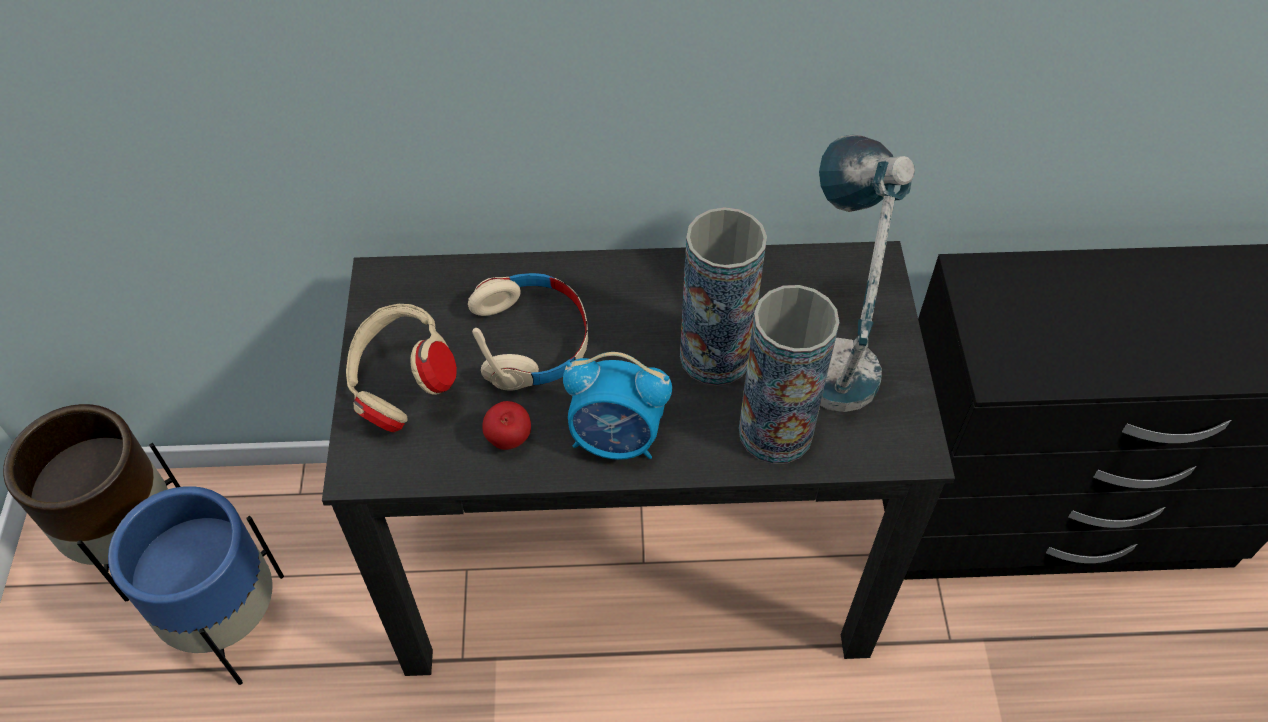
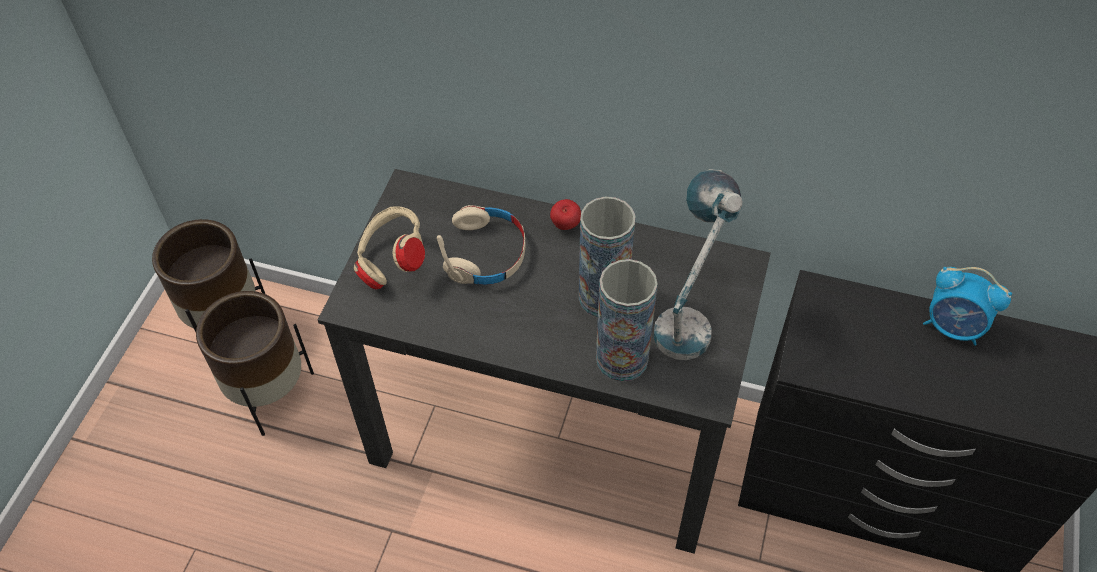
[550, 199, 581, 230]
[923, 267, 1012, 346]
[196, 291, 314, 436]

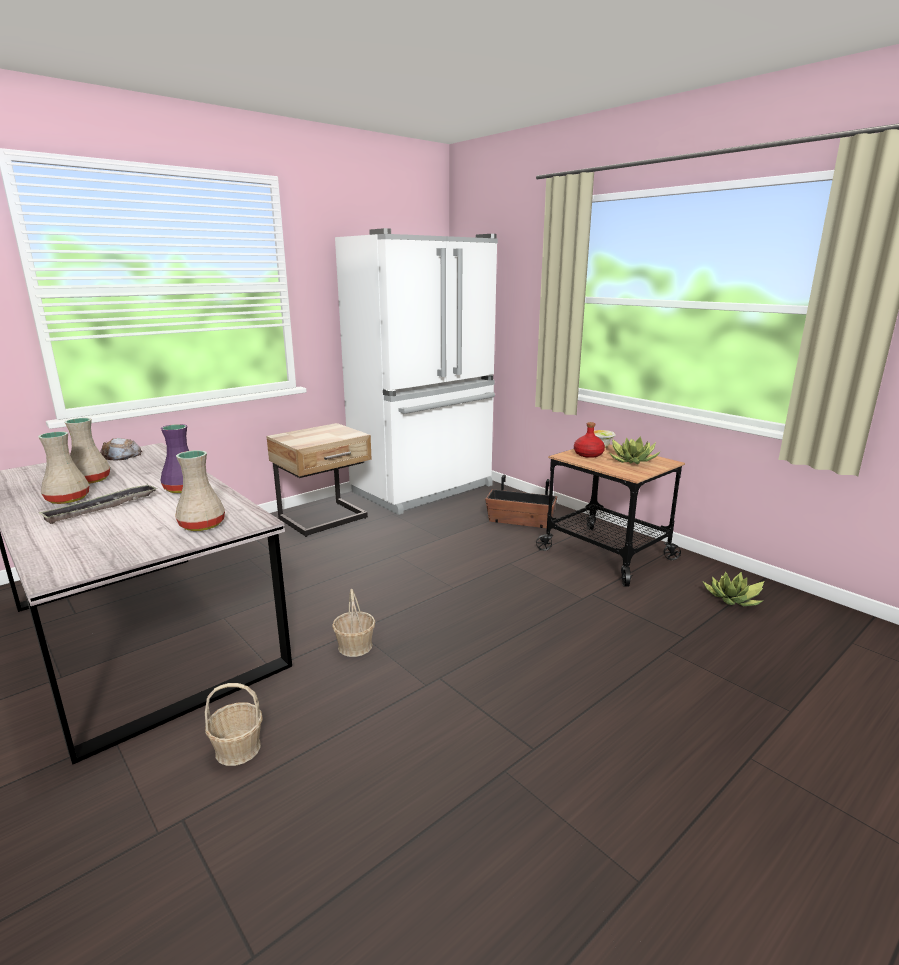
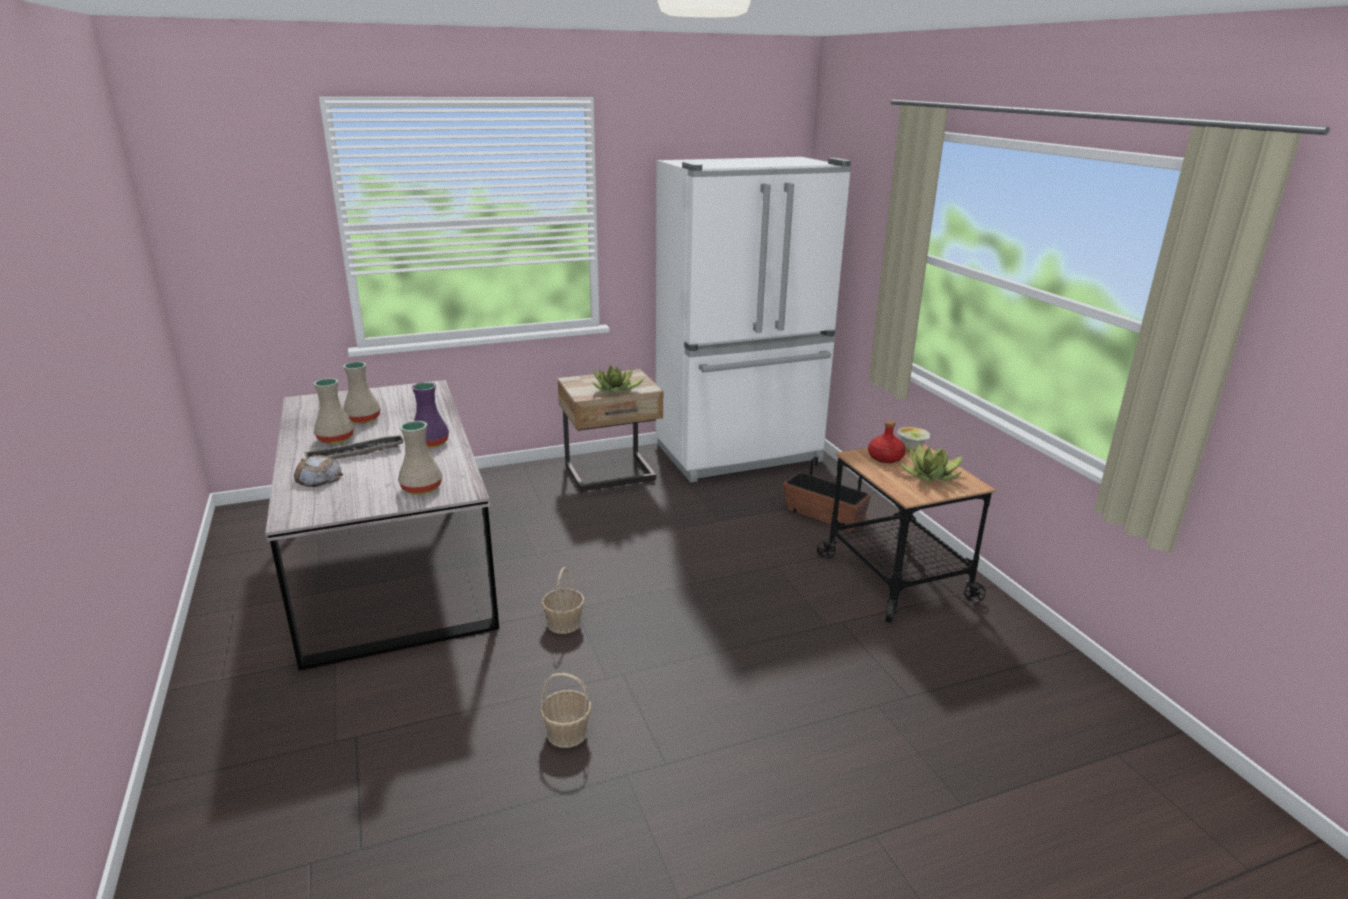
[294, 455, 343, 487]
[540, 673, 592, 748]
[593, 365, 644, 394]

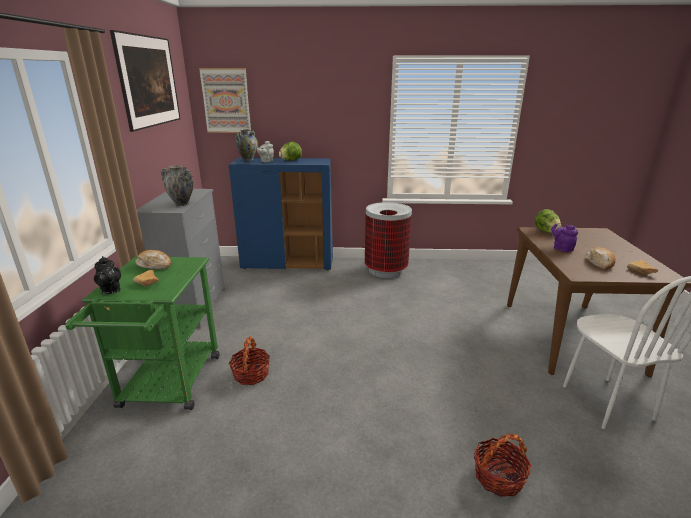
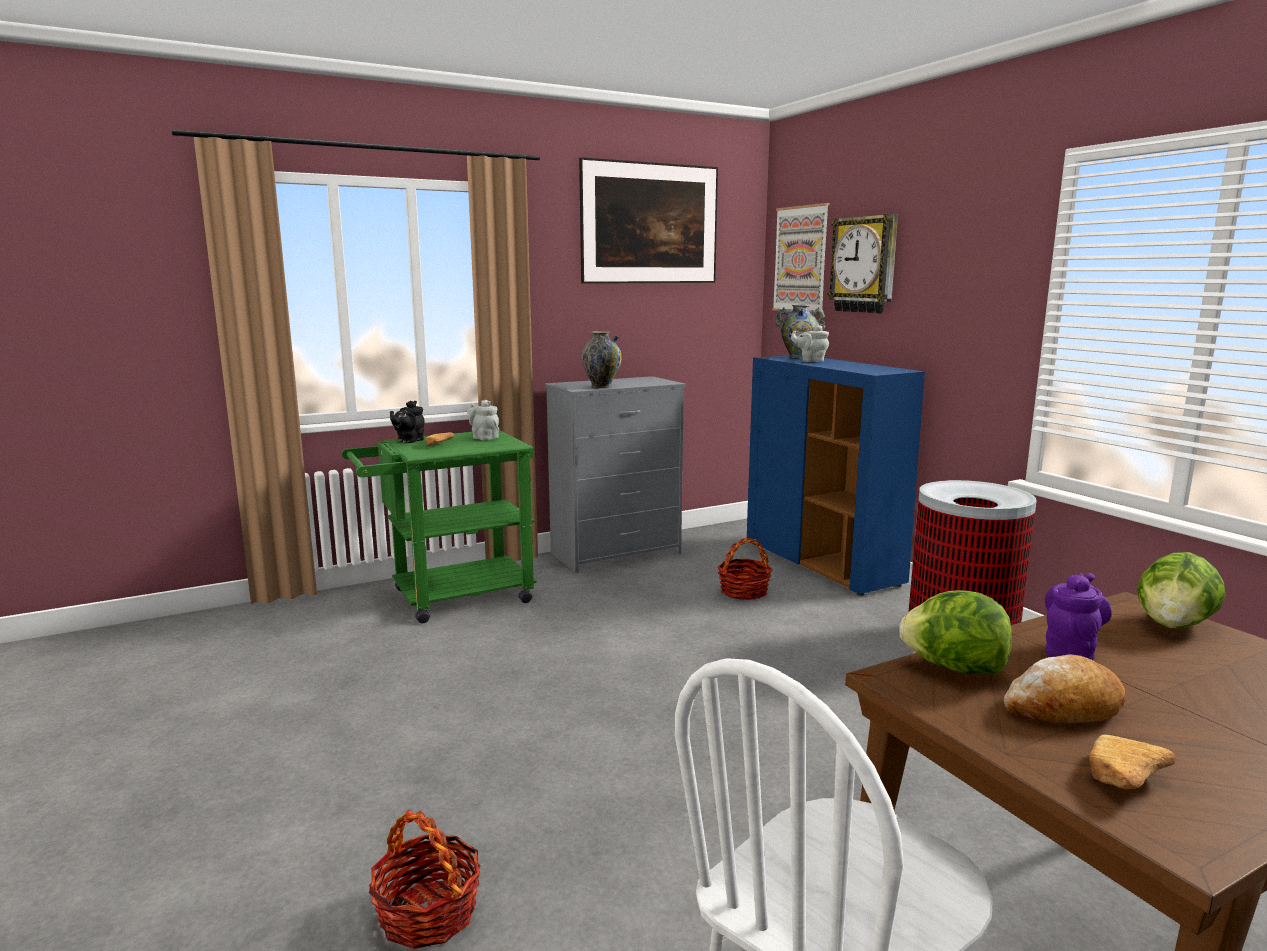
[827, 214, 898, 313]
[717, 538, 772, 600]
[899, 590, 1012, 675]
[467, 400, 499, 440]

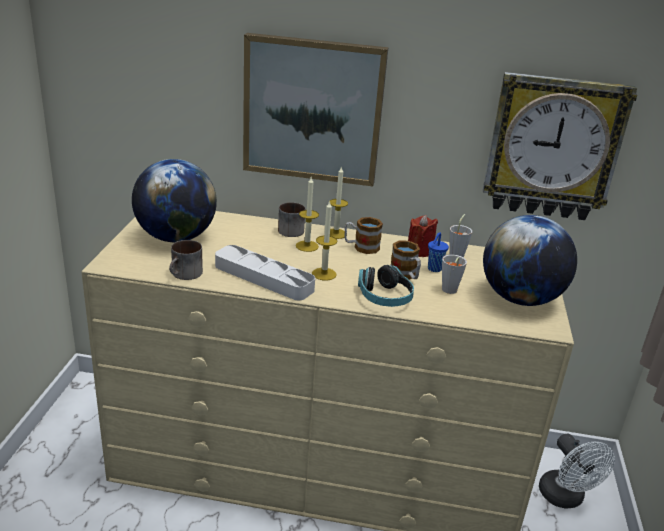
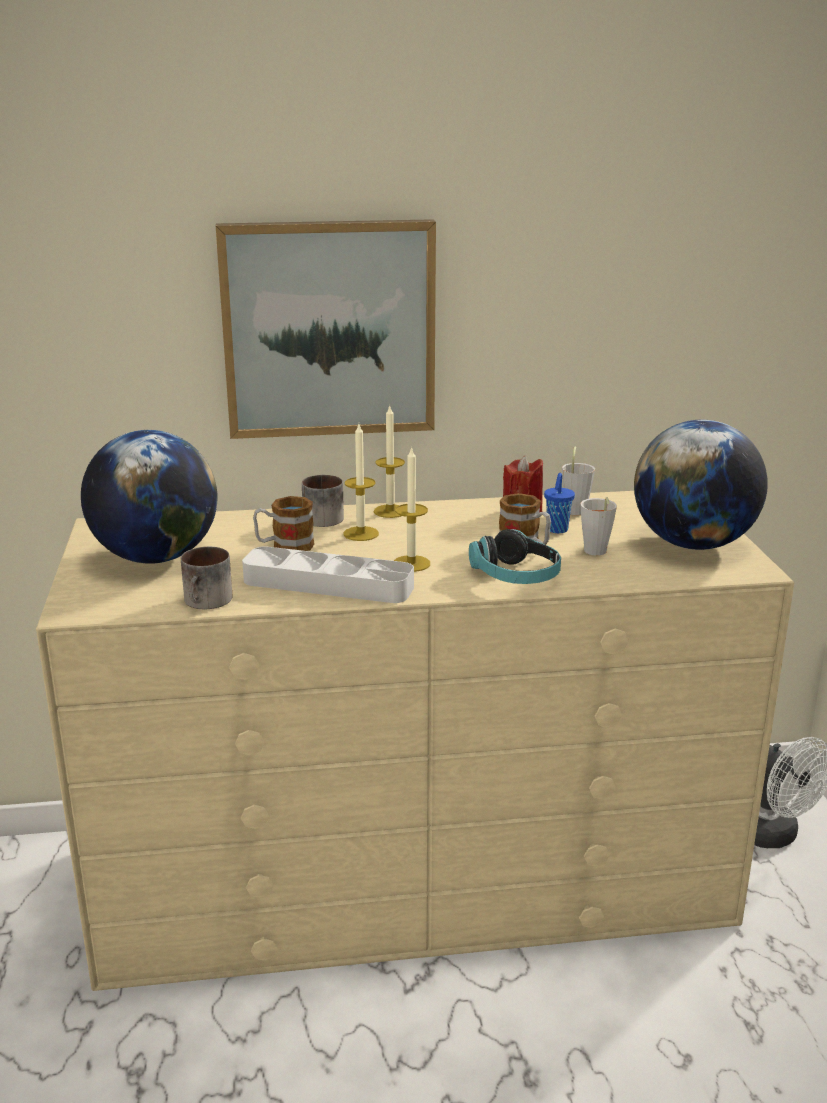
[483, 72, 637, 220] (first image)
[253, 496, 315, 551]

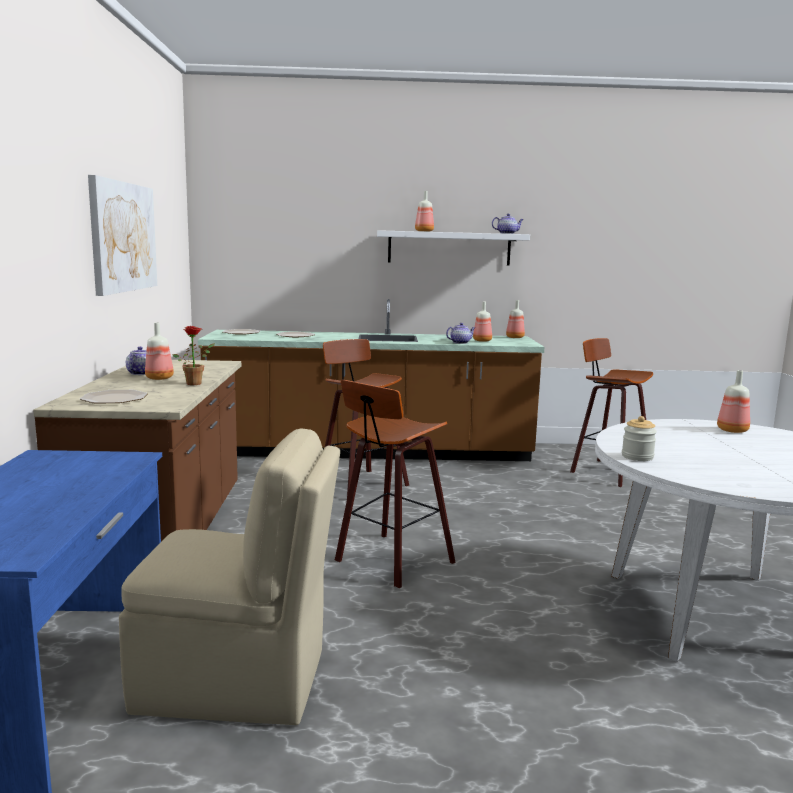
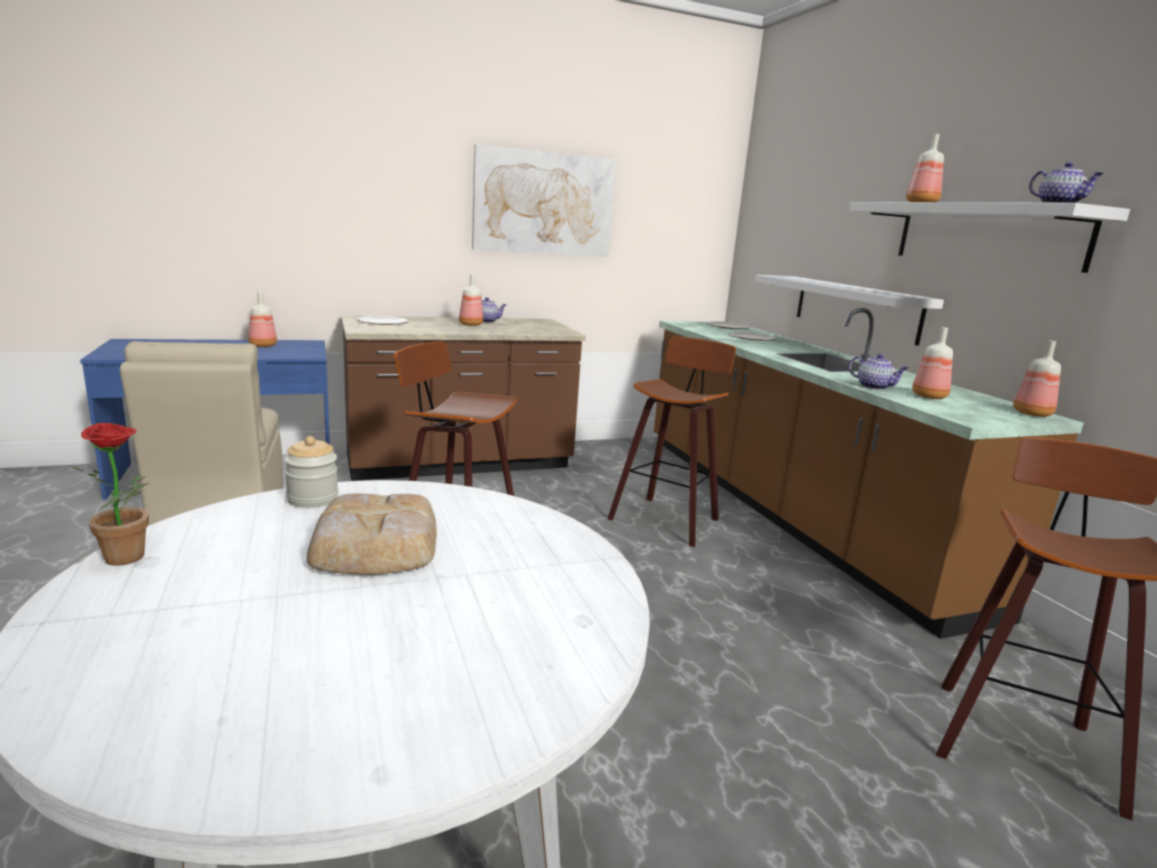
[307, 494, 437, 575]
[755, 275, 944, 346]
[71, 423, 149, 566]
[249, 292, 277, 347]

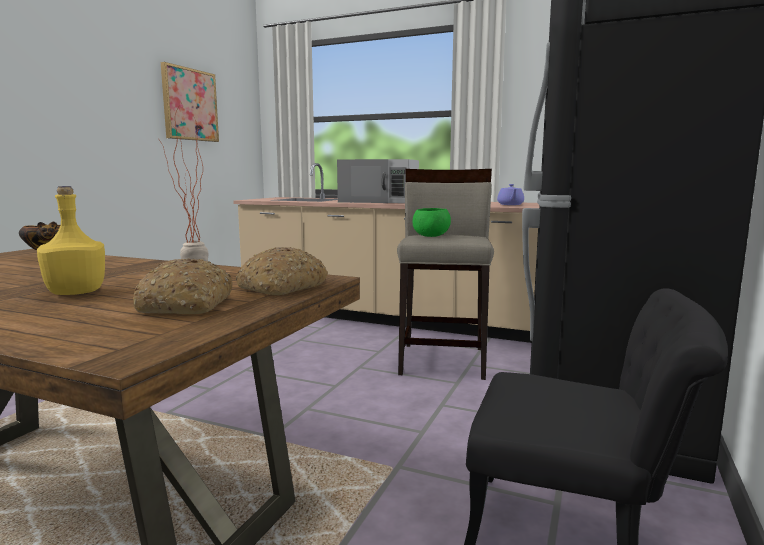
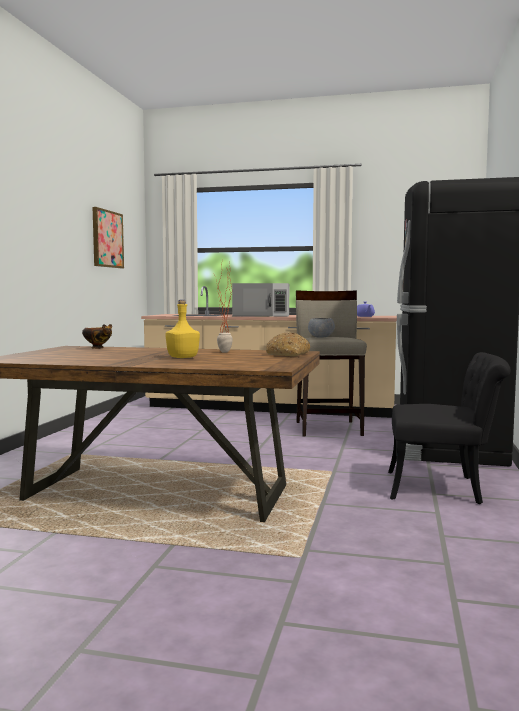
[133, 258, 233, 314] (first image)
[308, 318, 335, 338]

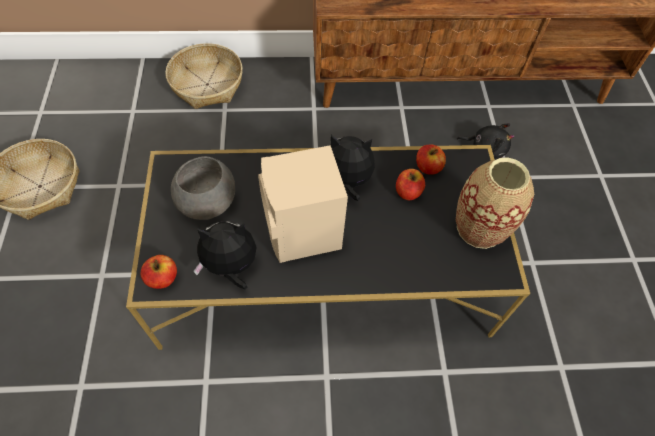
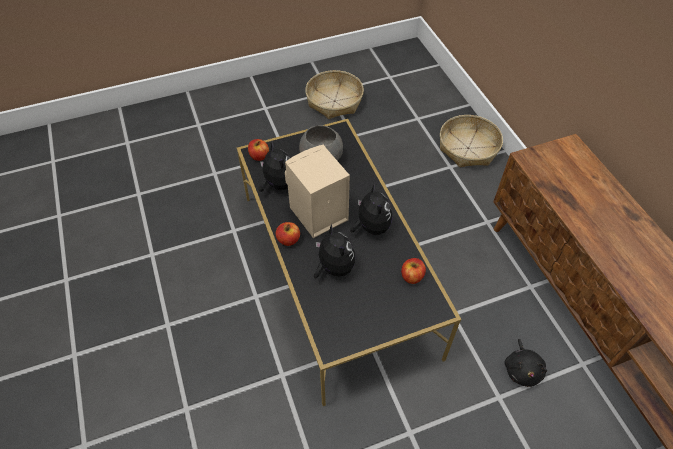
[456, 157, 534, 249] (first image)
[314, 224, 355, 279]
[276, 222, 300, 246]

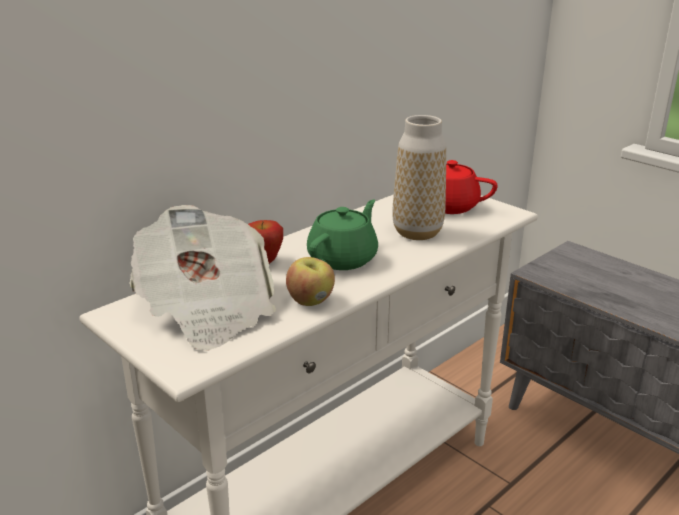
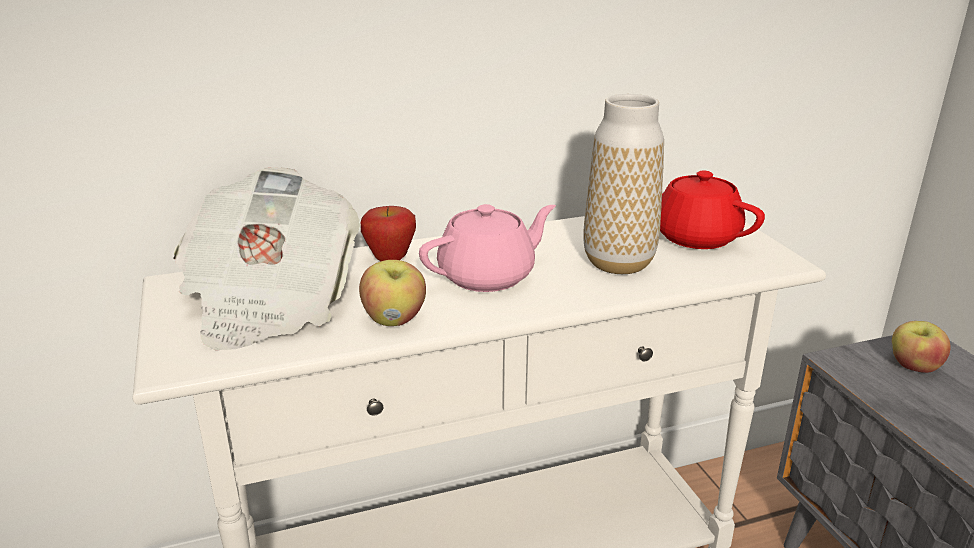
[892, 321, 951, 373]
[419, 204, 556, 292]

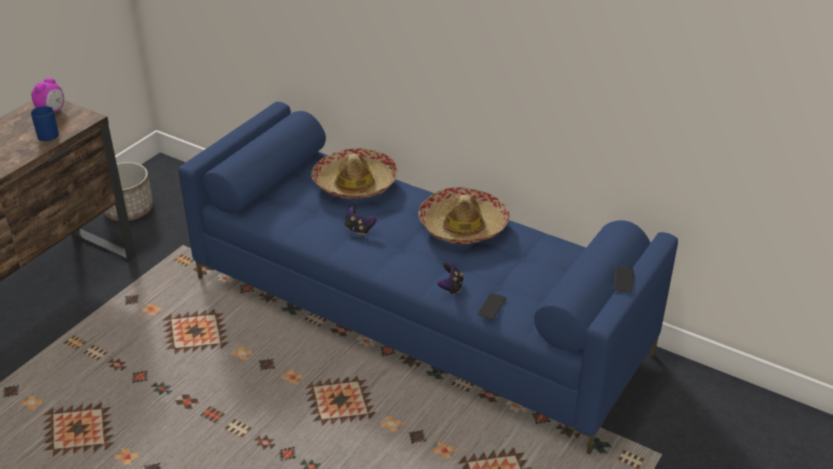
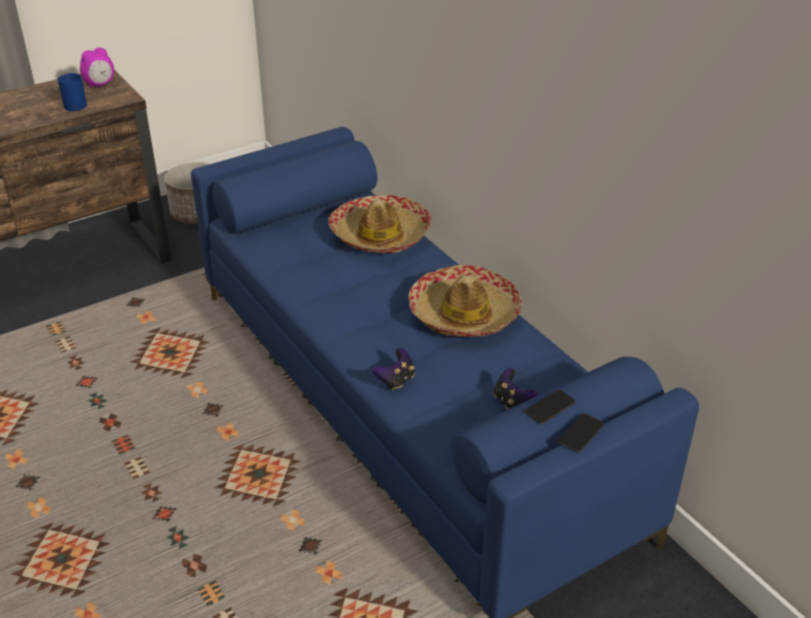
[494, 368, 537, 409]
[525, 390, 576, 424]

